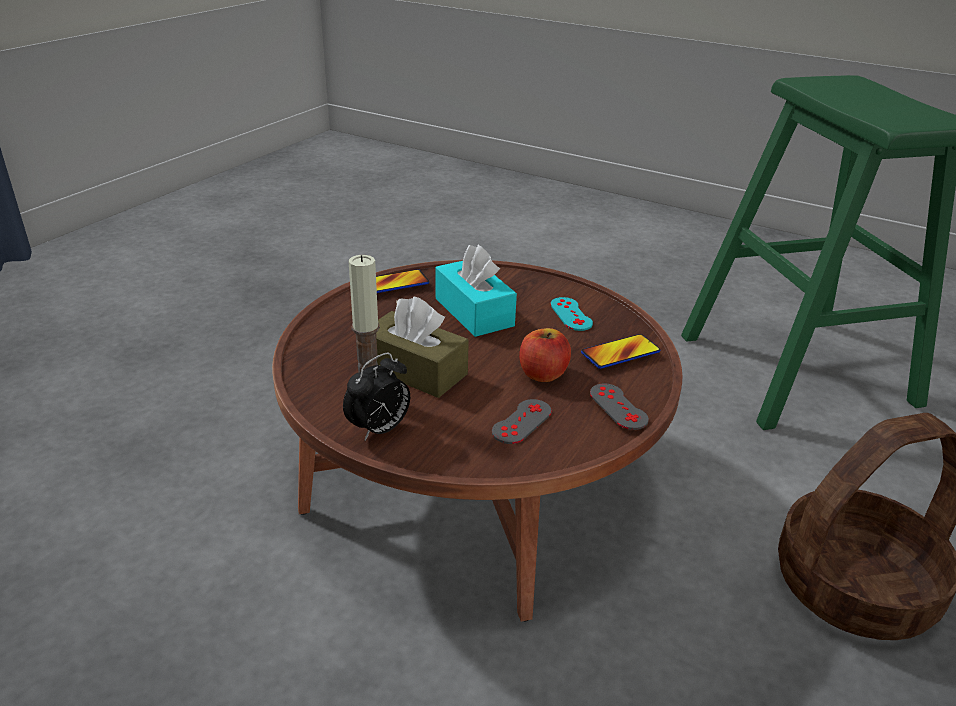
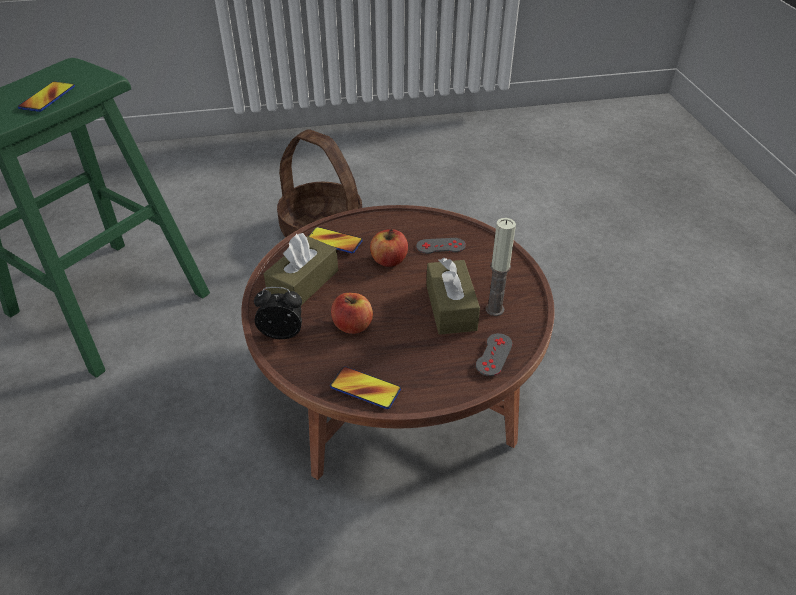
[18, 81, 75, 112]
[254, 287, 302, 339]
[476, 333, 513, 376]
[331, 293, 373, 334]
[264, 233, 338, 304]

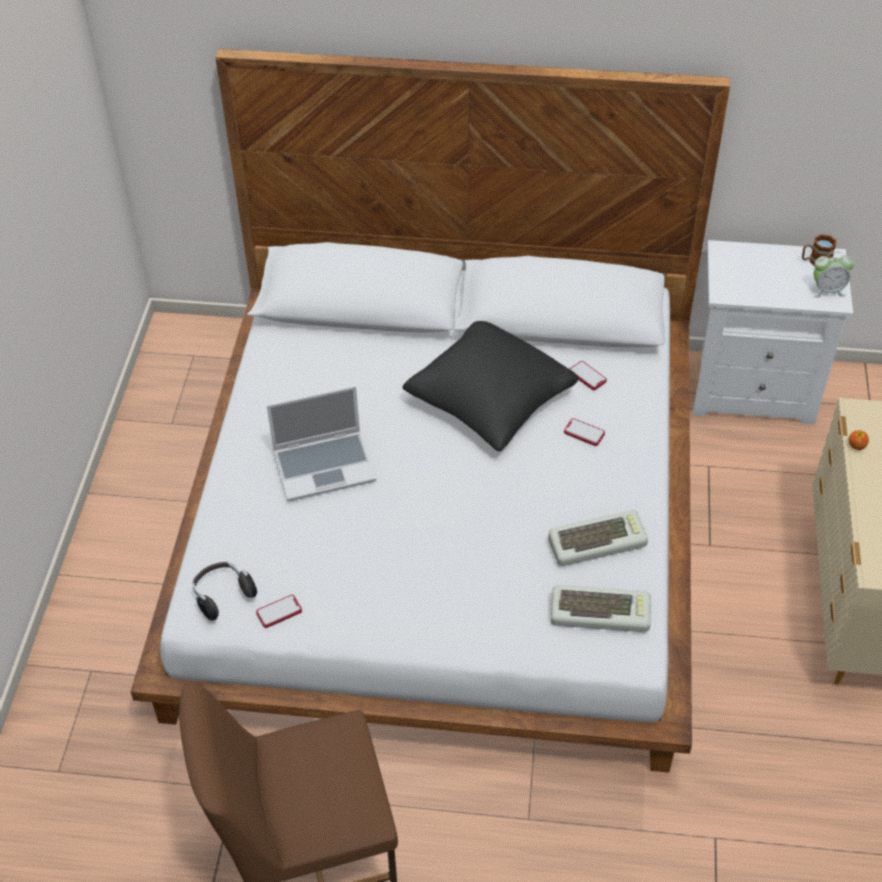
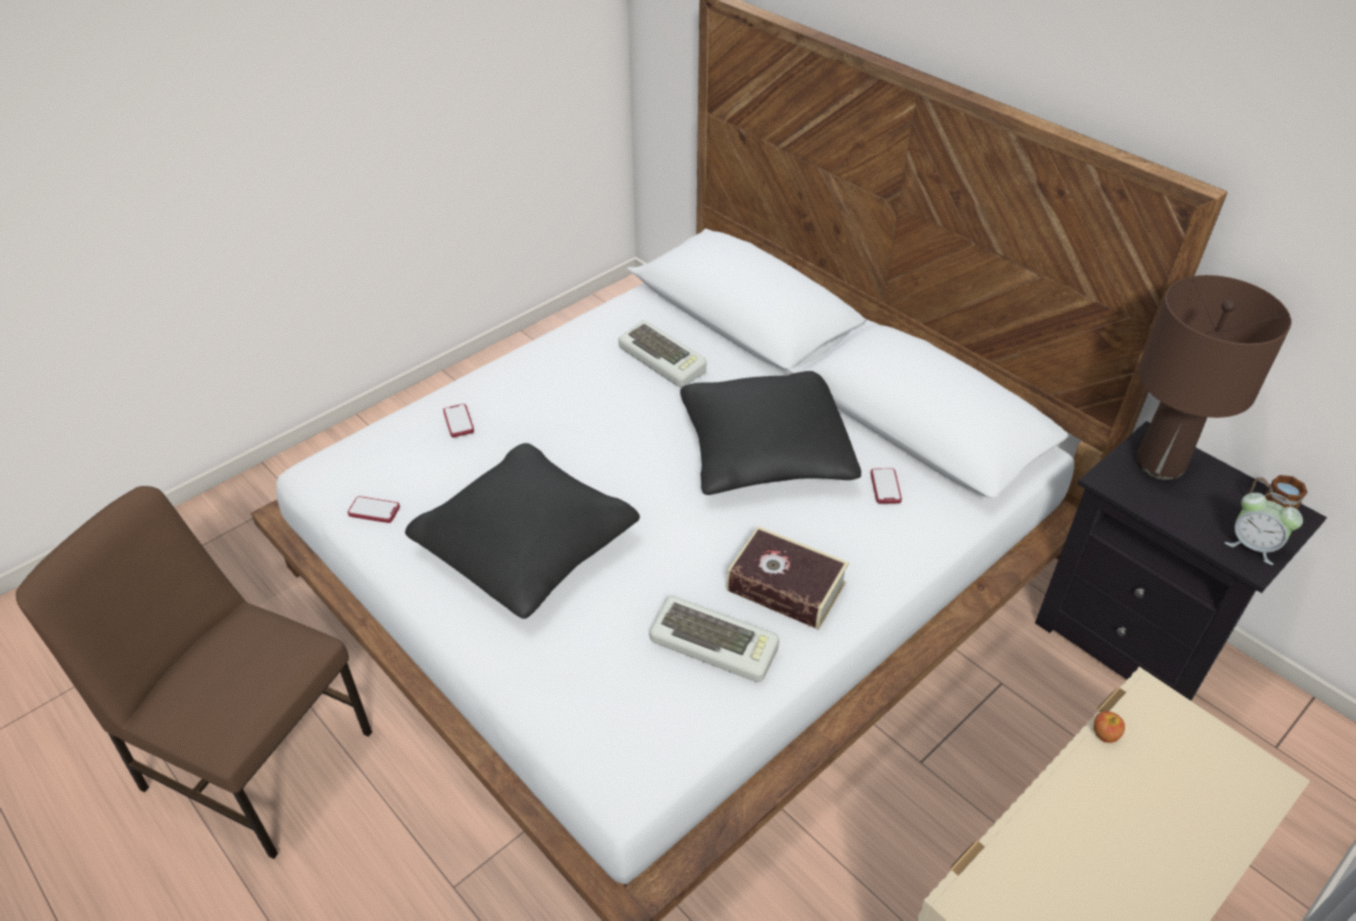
[192, 562, 257, 620] (first image)
[267, 386, 376, 502] (first image)
[405, 443, 640, 619]
[726, 526, 849, 630]
[1137, 275, 1291, 480]
[618, 320, 706, 387]
[443, 404, 474, 437]
[1035, 421, 1327, 701]

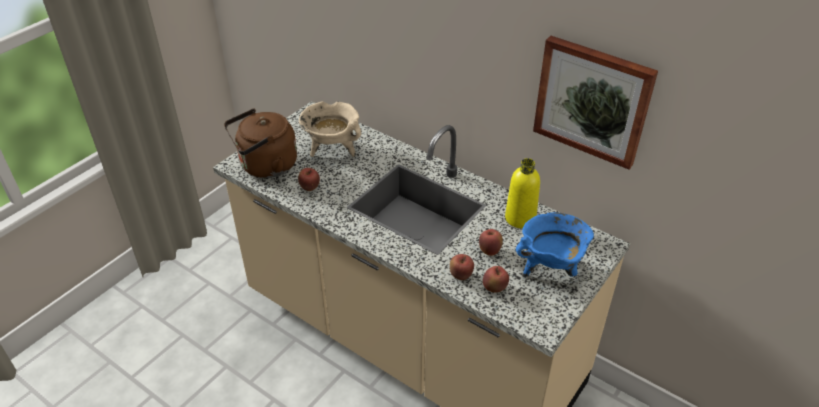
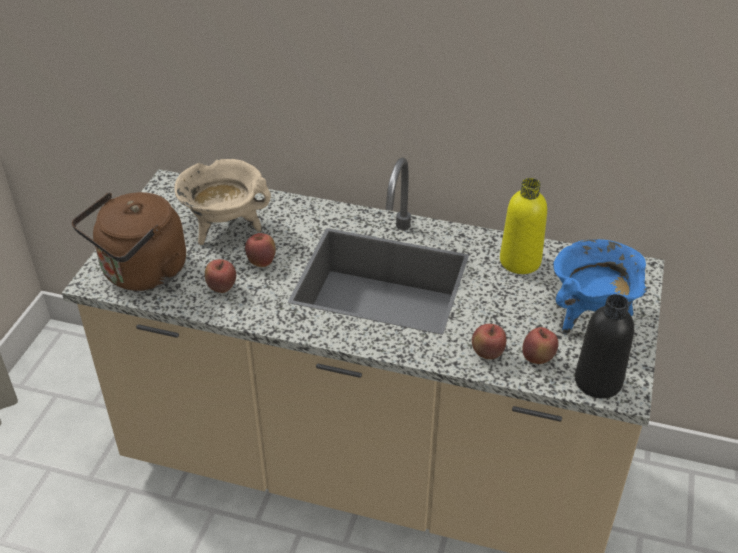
[533, 36, 658, 170] (first image)
[575, 294, 634, 399]
[245, 233, 276, 267]

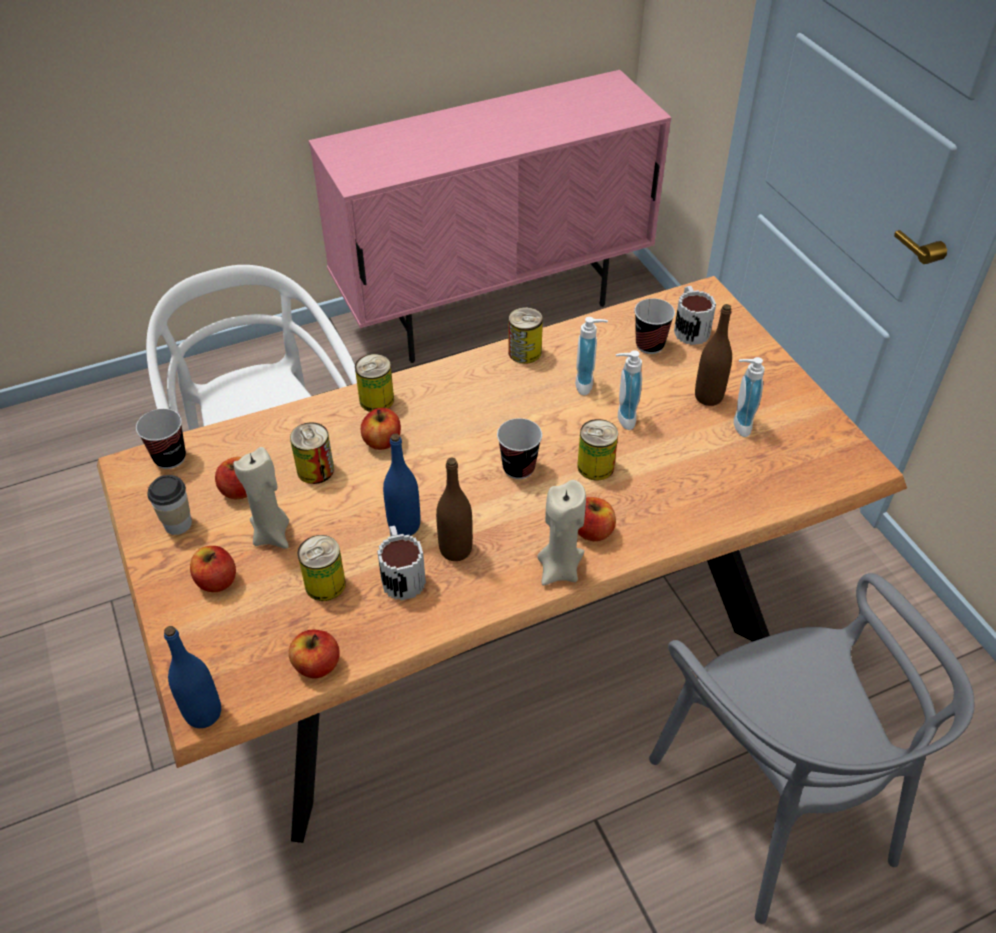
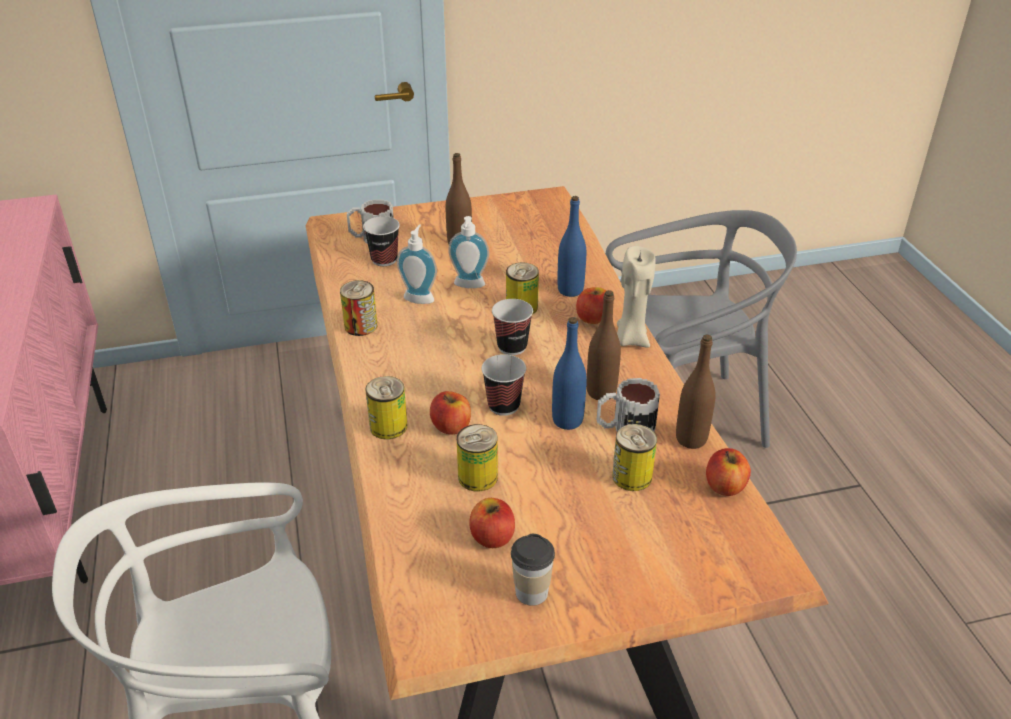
[190, 546, 236, 592] (first image)
[233, 447, 289, 549] (first image)
[734, 357, 765, 437] (first image)
[676, 335, 715, 449]
[482, 354, 526, 416]
[557, 196, 586, 297]

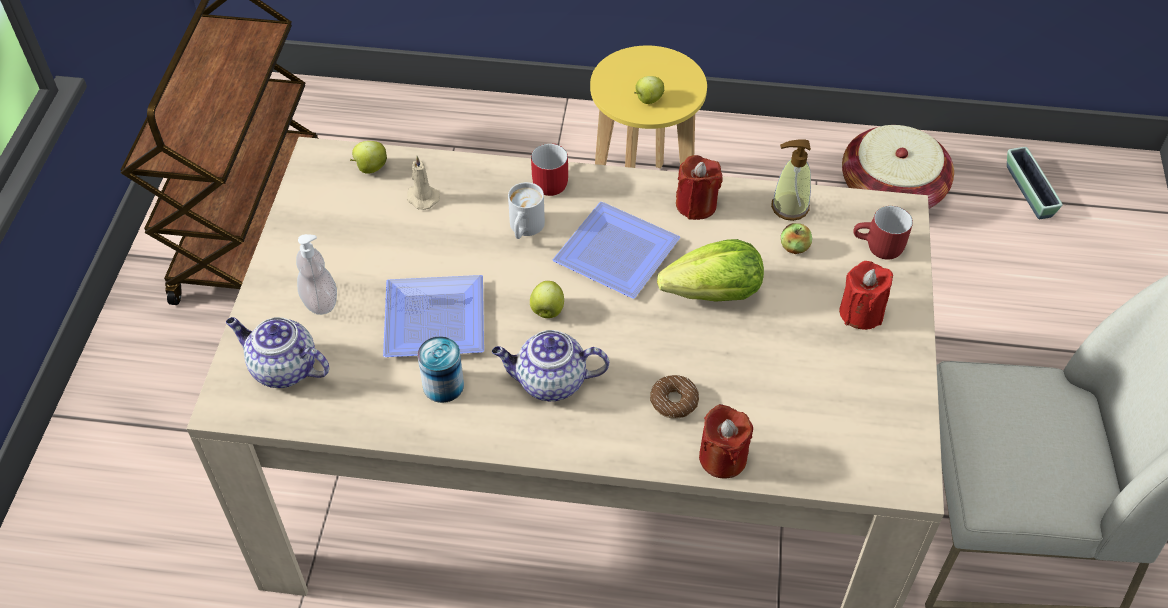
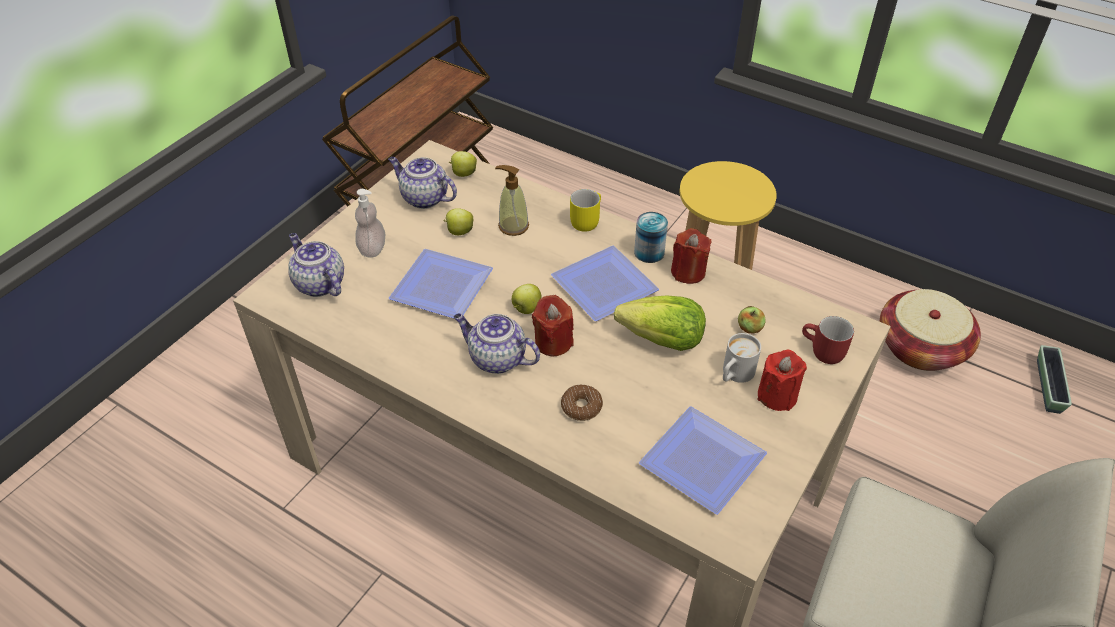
[407, 156, 440, 210] (first image)
[388, 157, 457, 209]
[639, 406, 767, 515]
[634, 212, 668, 263]
[723, 333, 761, 383]
[443, 208, 474, 235]
[532, 295, 574, 357]
[495, 165, 529, 236]
[570, 189, 601, 232]

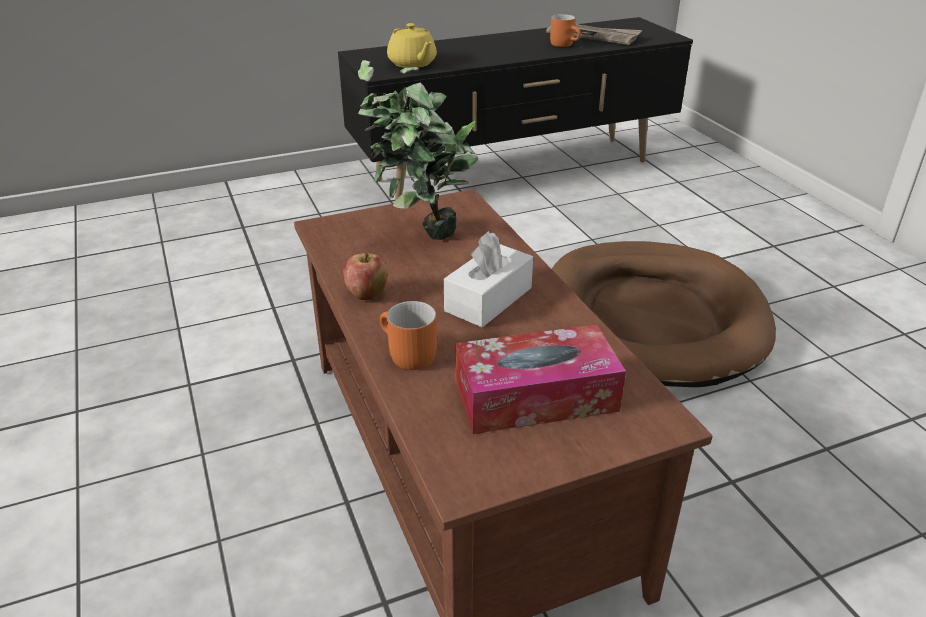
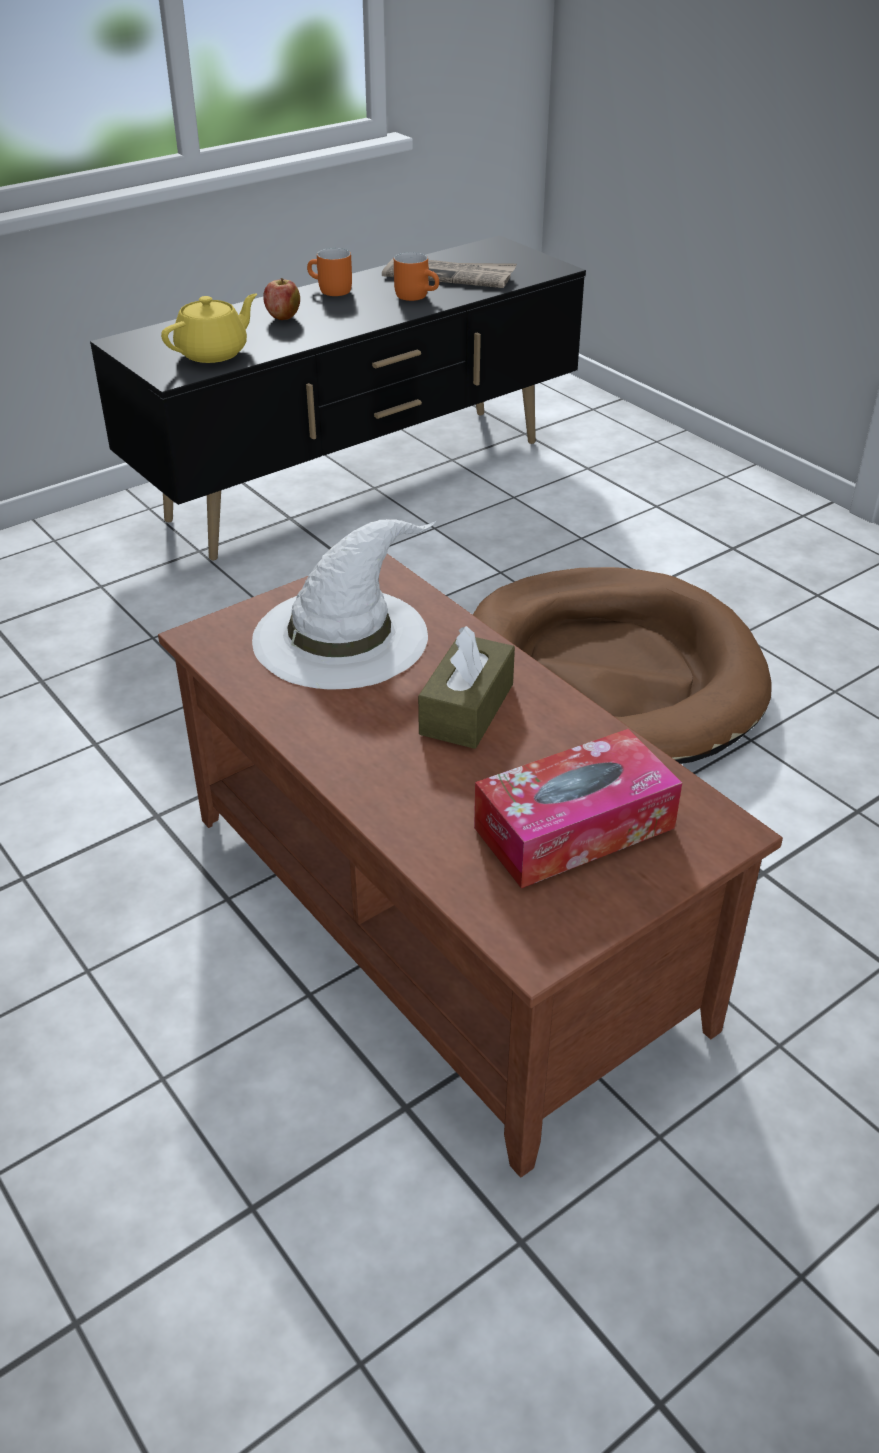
[263, 278, 300, 320]
[307, 248, 352, 296]
[252, 519, 436, 690]
[418, 626, 515, 749]
[161, 293, 257, 363]

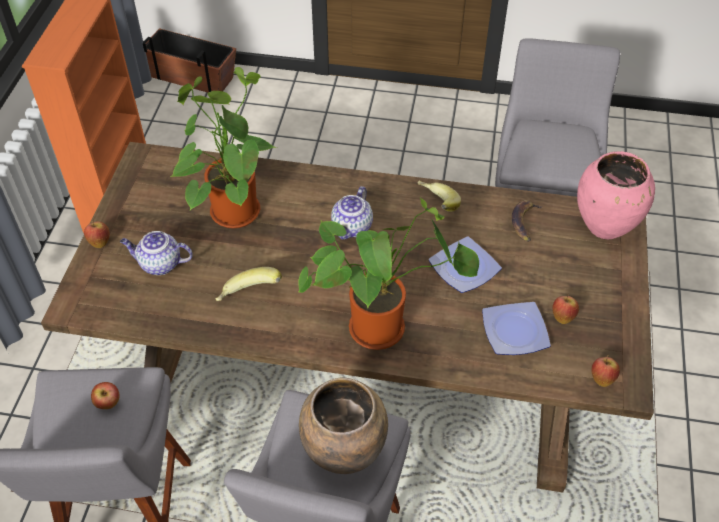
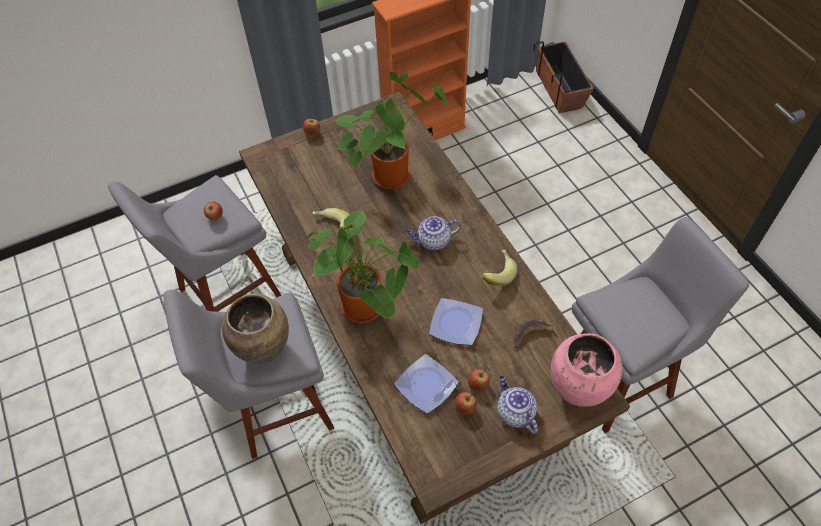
[497, 376, 538, 434]
[468, 369, 490, 392]

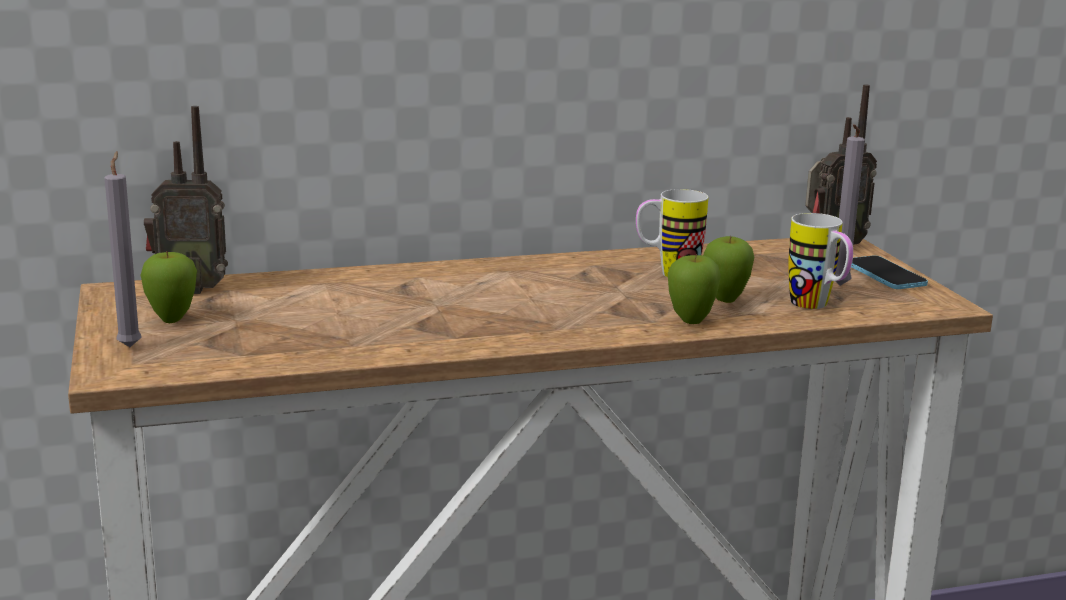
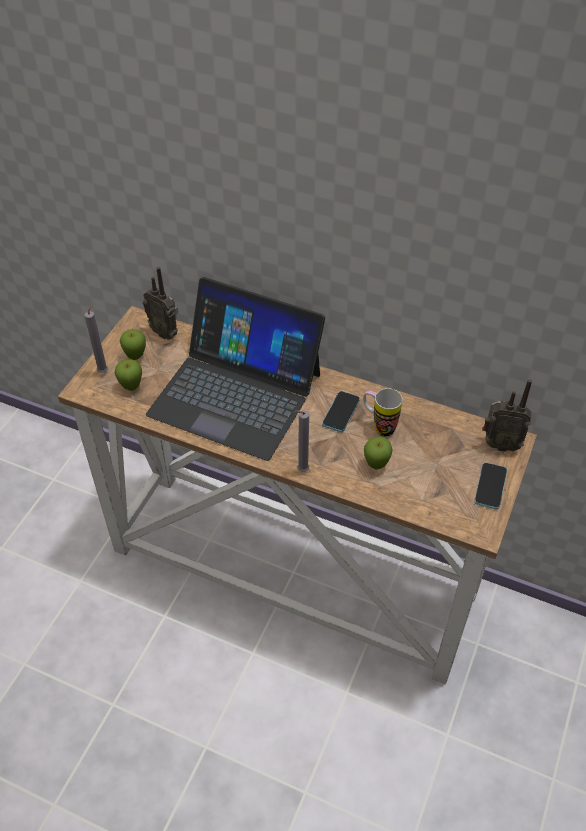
[788, 213, 853, 309] (first image)
[146, 277, 325, 461]
[322, 391, 360, 432]
[115, 359, 142, 391]
[294, 410, 309, 472]

